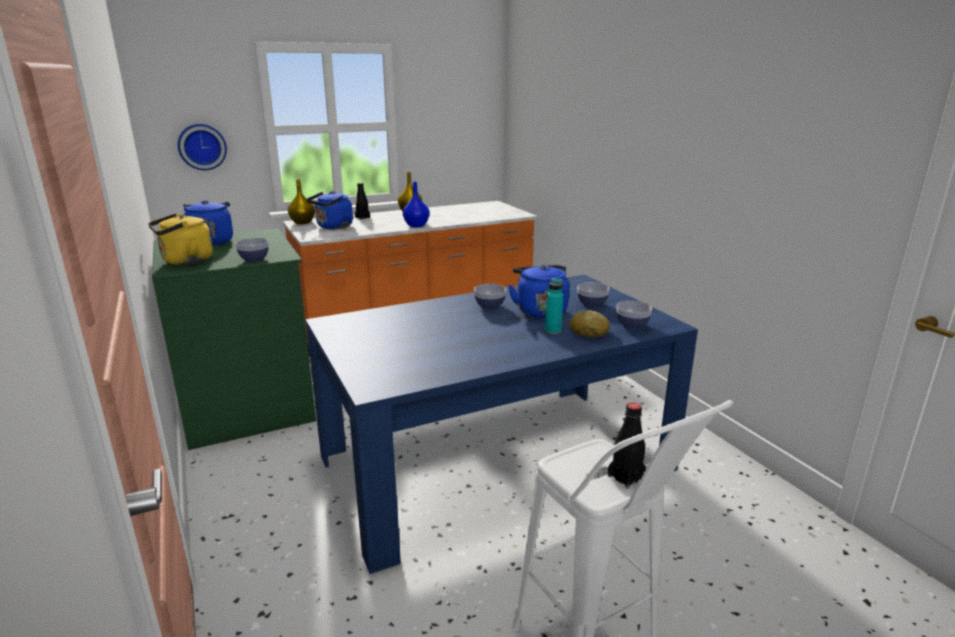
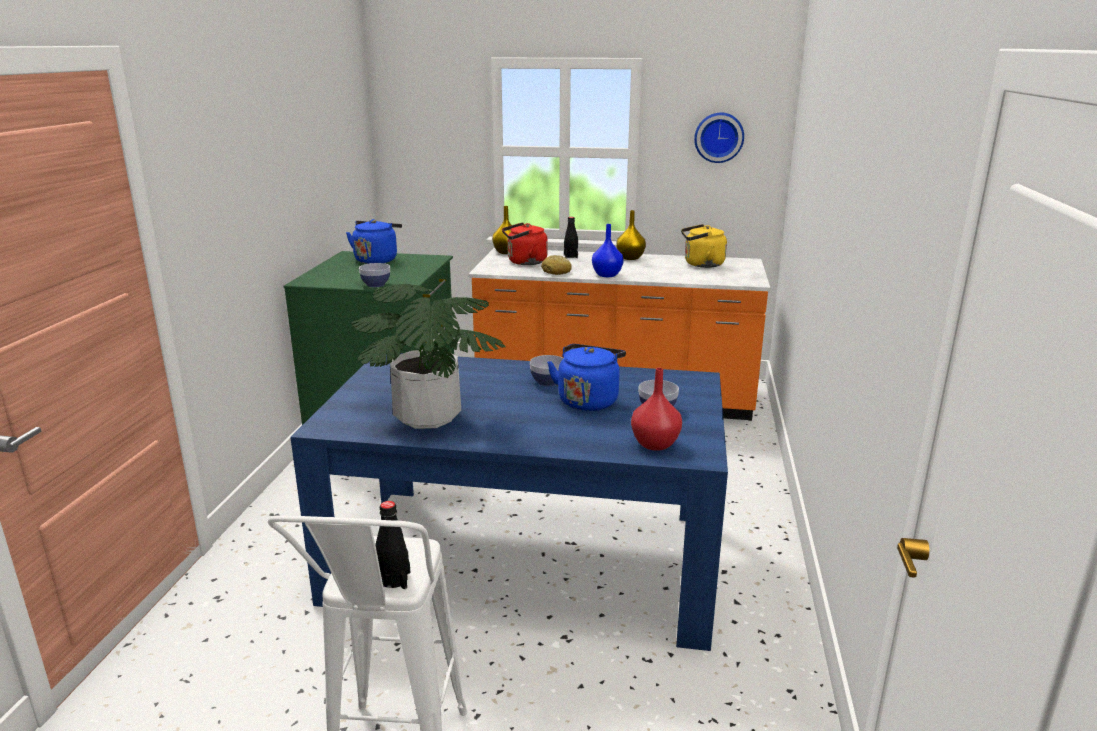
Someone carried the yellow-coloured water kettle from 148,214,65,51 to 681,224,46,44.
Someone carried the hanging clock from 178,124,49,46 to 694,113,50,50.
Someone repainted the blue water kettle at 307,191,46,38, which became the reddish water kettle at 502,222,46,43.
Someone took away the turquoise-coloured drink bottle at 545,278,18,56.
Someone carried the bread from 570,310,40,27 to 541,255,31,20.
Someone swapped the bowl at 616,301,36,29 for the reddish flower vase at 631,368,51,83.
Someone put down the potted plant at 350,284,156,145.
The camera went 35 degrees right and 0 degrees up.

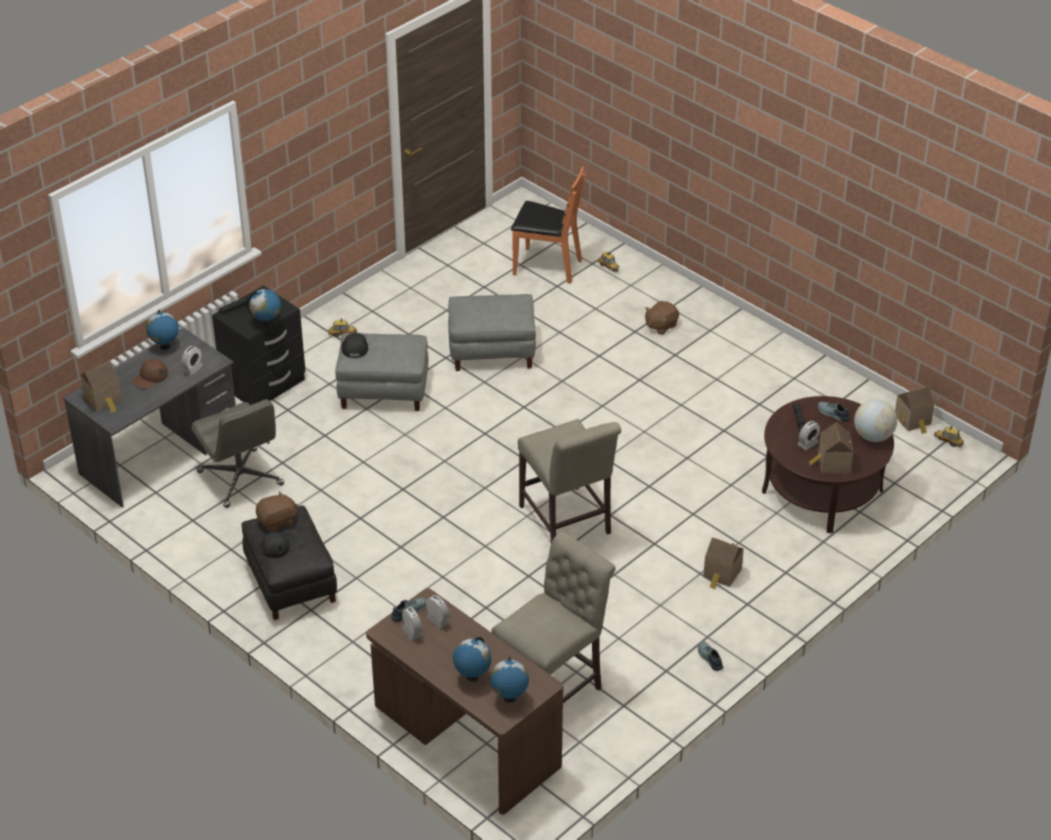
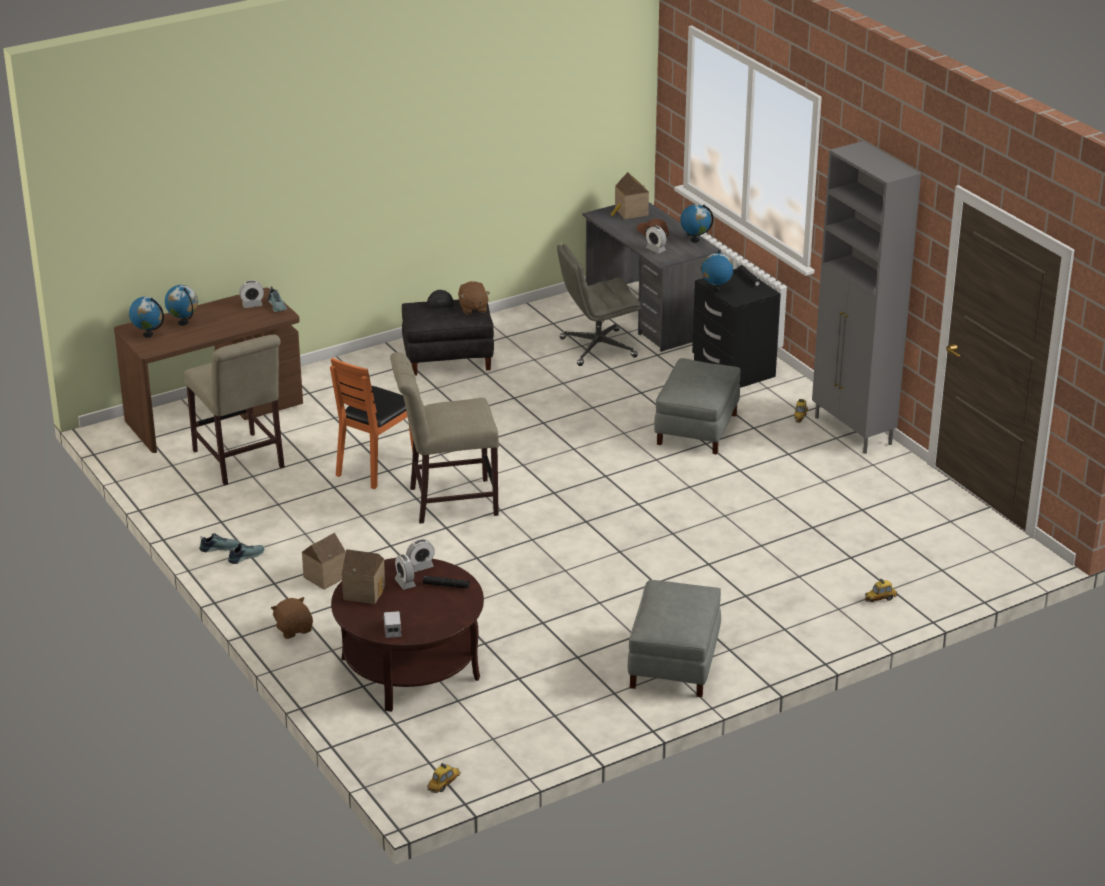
Someone took away the black-coloured cap at 341,333,27,25.
Someone carried the alarm clock from 426,595,24,33 to 406,539,29,33.
Someone carried the gray pouffe from 448,294,88,77 to 628,580,93,117.
Someone carried the orange plain chair from 511,167,74,117 to 330,358,83,131.
Someone carried the brown-coloured soft toy from 645,301,34,34 to 271,597,42,42.
Someone carried the item of footwear from 818,402,32,20 to 228,542,36,22.
Someone swapped the world globe at 854,399,43,43 for the toy lorry at 382,611,20,27.
Someone took away the model house at 895,386,40,48.
Someone put down the gray cupboard at 812,141,109,313.
The camera went 105 degrees right and 10 degrees down.

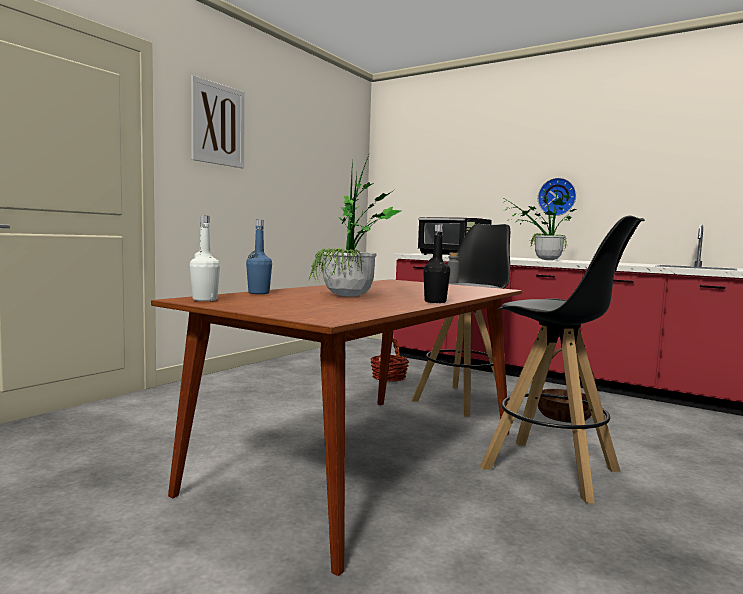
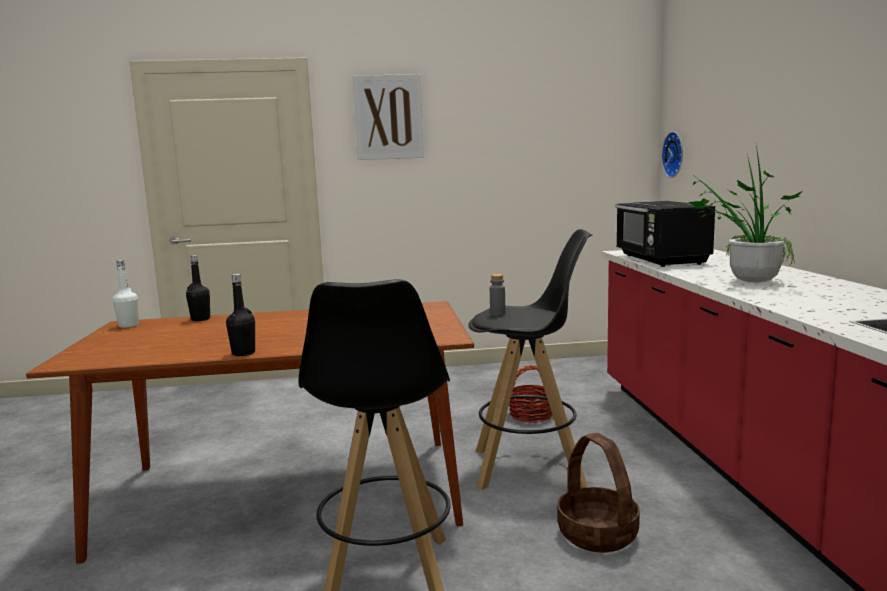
Someone repainted the blue drink bottle at 246,220,26,74, which became the black-coloured drink bottle at 186,255,24,66.
Someone took away the potted plant at 309,155,92,141.
Someone carried the hanging clock from 538,178,38,38 to 661,132,22,46.
The camera went 50 degrees right and 5 degrees up.

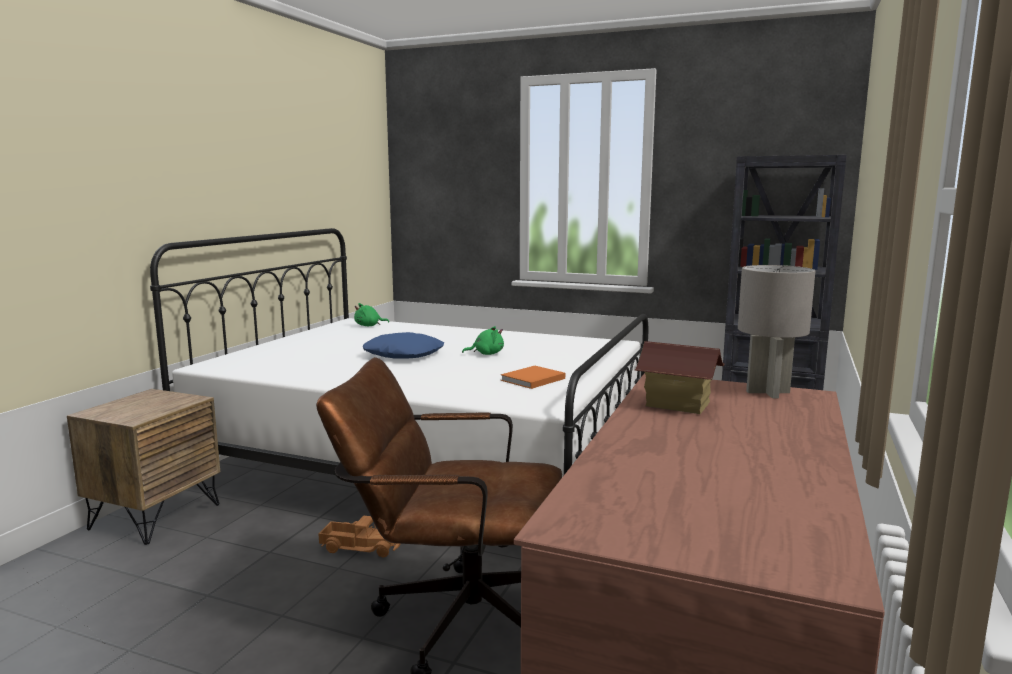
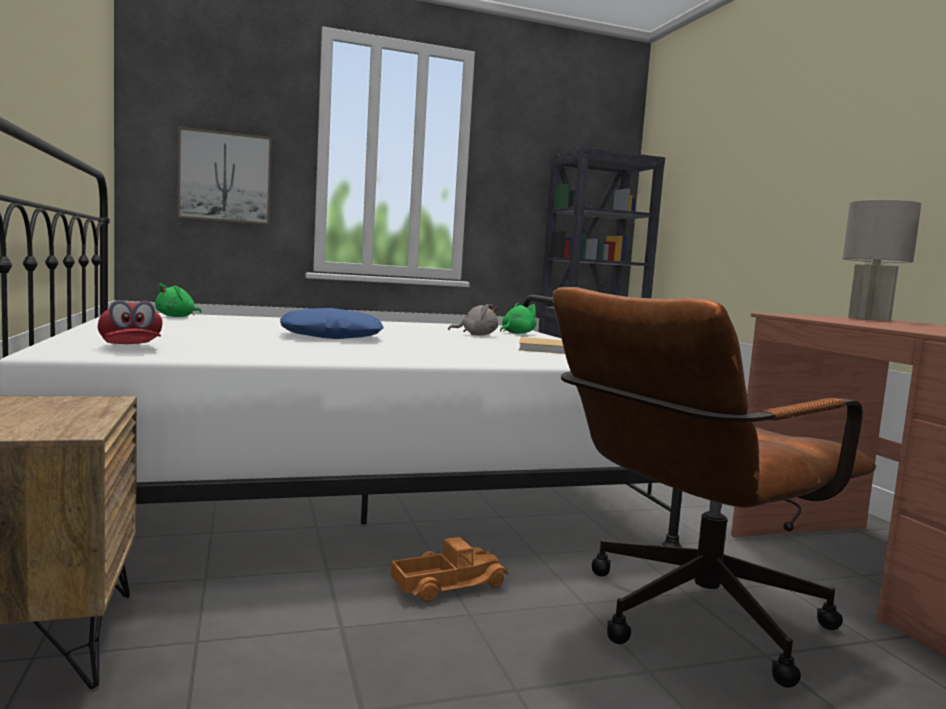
Someone carried the green-coloured soft toy from 462,326,42,29 to 500,303,36,31.
Someone repainted the orange bound book at 501,366,64,23, which became the beige bound book at 519,337,46,17.
Someone took away the model house at 635,341,90,73.
Someone put down the reddish cap at 98,300,64,44.
Someone put up the wall picture at 177,127,94,98.
Someone put down the gray soft toy at 448,304,50,31.
The camera went 40 degrees left and 5 degrees down.

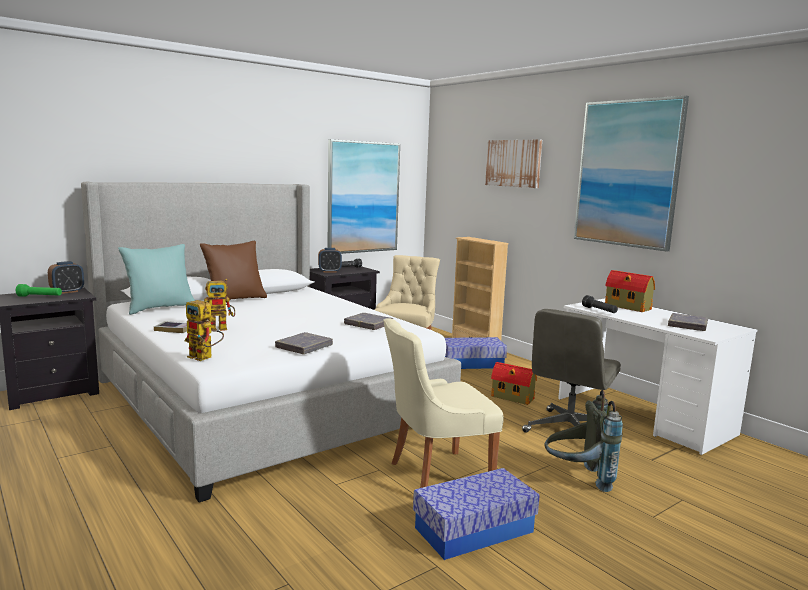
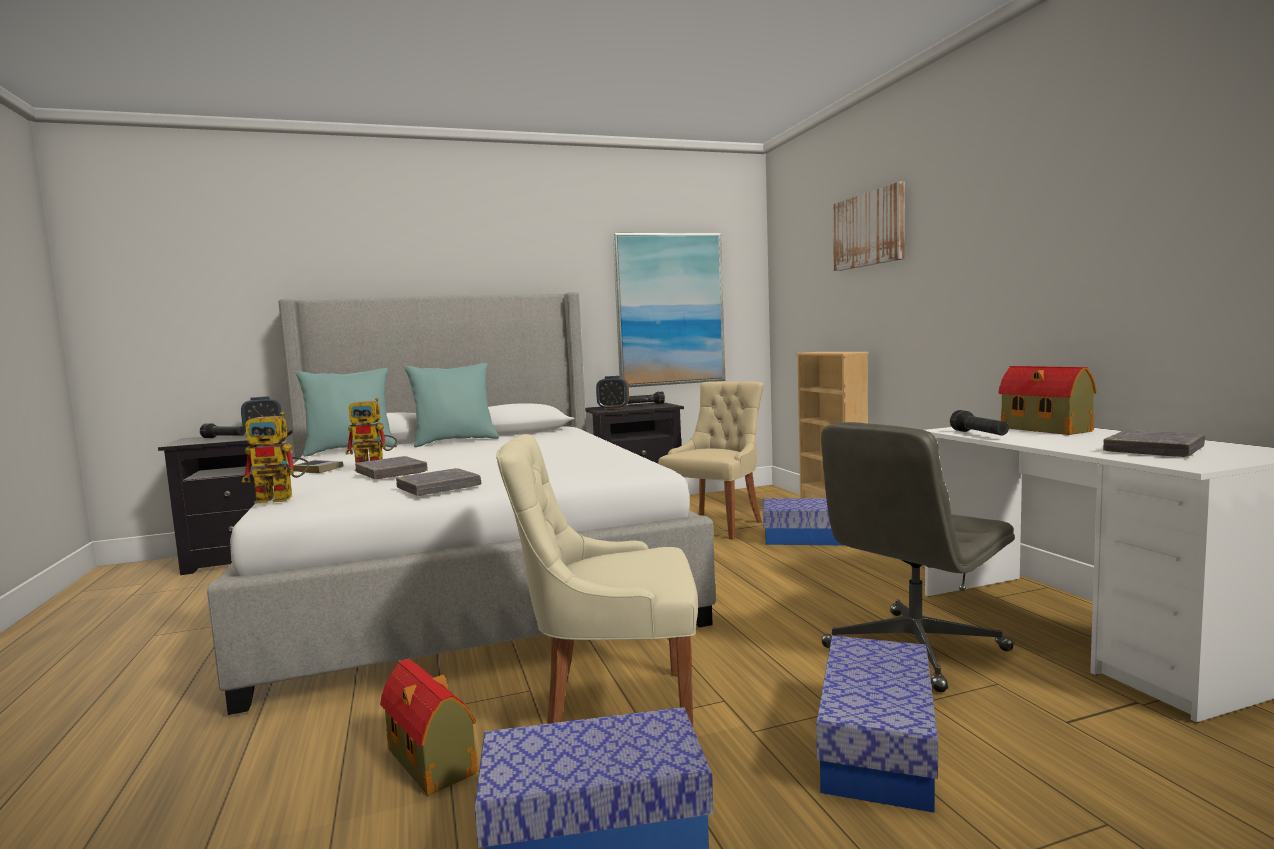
Someone repainted the green-coloured flashlight at 16,284,46,13, which became the black-coloured flashlight at 200,423,46,15.
Someone rotated the model robot at 185,300,39,61 by 60 degrees counterclockwise.
Someone repainted the brown-coloured cushion at 200,241,67,59, which became the turquoise-coloured cushion at 405,363,94,84.
Someone carried the gray bound book from 344,313,49,17 to 355,456,73,23.
Someone carried the model house from 491,362,46,43 to 380,659,98,137.
Someone swapped the gray backpack at 544,390,79,102 for the storage container at 816,635,122,178.
Someone took away the wall picture at 574,95,115,157.
The camera went 20 degrees right and 5 degrees down.

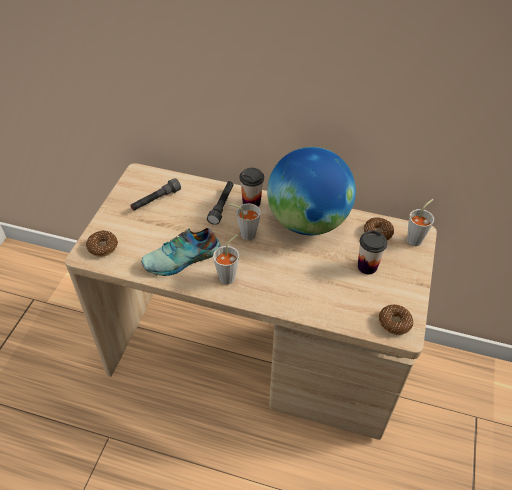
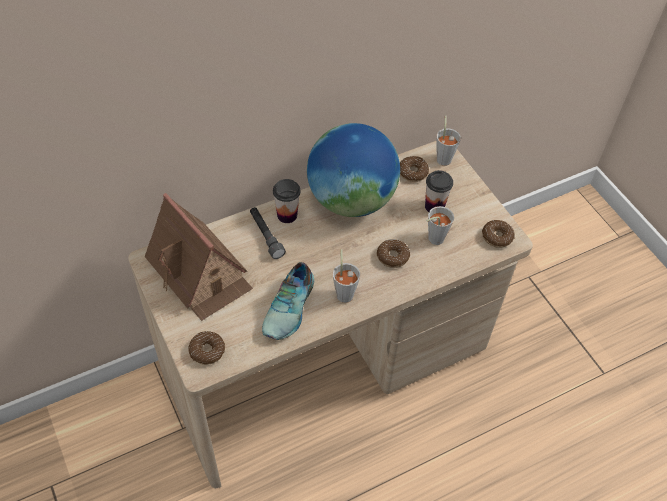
Someone swapped the gray flashlight at 130,178,51,33 for the model house at 145,193,108,128.
Someone carried the gray drinking cup from 228,203,33,37 to 426,206,28,39.
Someone put down the ring doughnut at 377,239,33,29.
The camera went 45 degrees left and 5 degrees up.

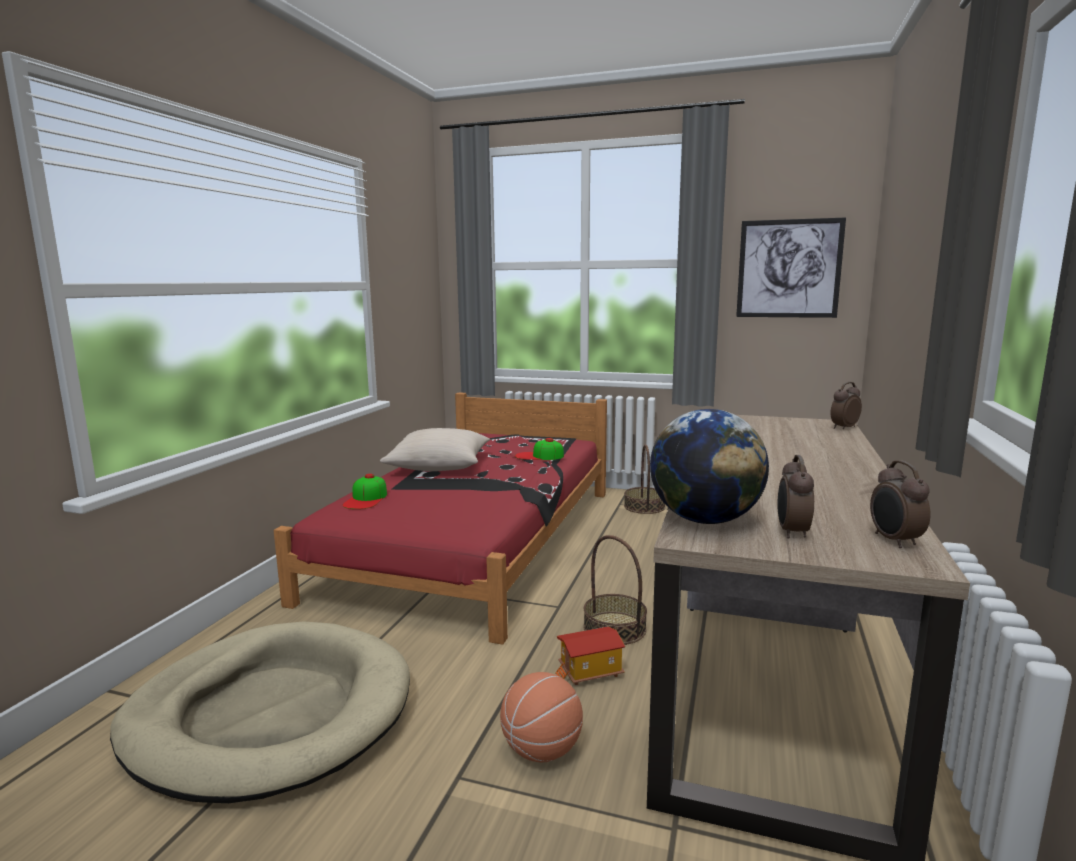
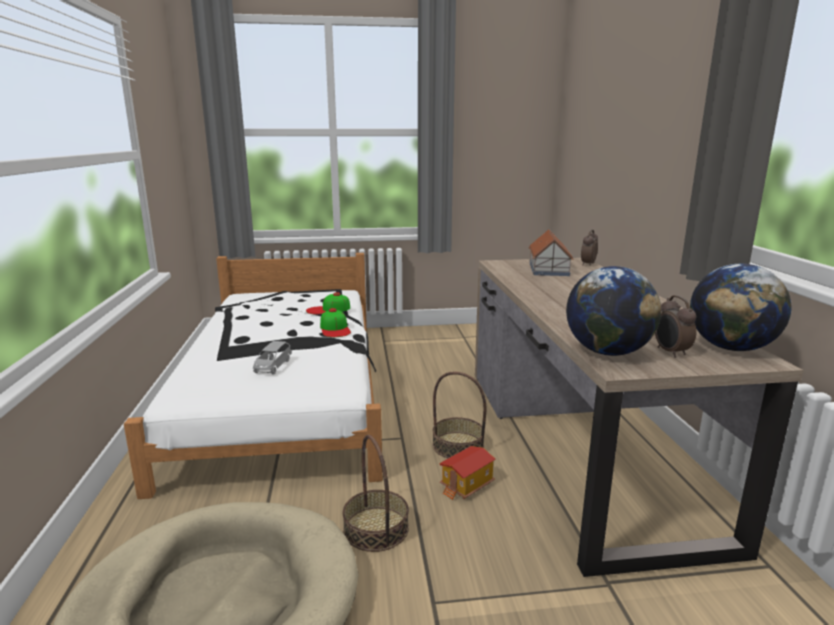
Someone repainted the reddish bed at 274,392,333,253, which became the whitish bed at 124,253,259,246.
Someone carried the cap from 343,474,44,35 to 320,308,31,29.
Someone took away the beige cushion at 380,428,110,43.
Someone took away the basketball at 500,672,83,90.
Someone carried the storage basket from 624,445,41,69 to 342,435,67,117.
Someone took away the wall picture at 736,218,110,100.
Someone swapped the alarm clock at 870,460,61,88 for the world globe at 690,264,101,87.
Someone put down the gray toy car at 253,341,39,34.
Someone put down the model house at 529,229,45,47.
The camera went 25 degrees left and 5 degrees up.

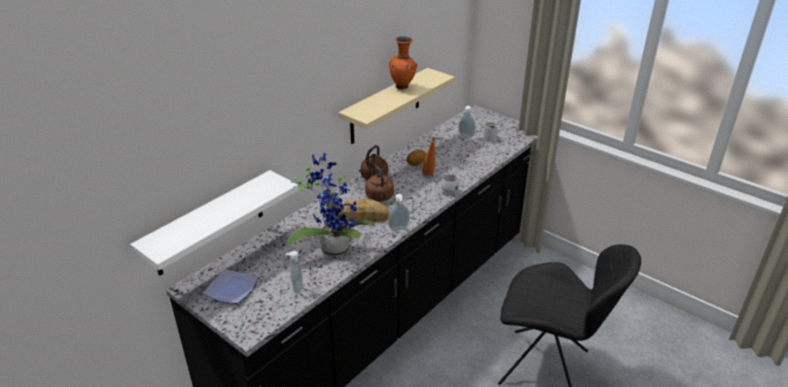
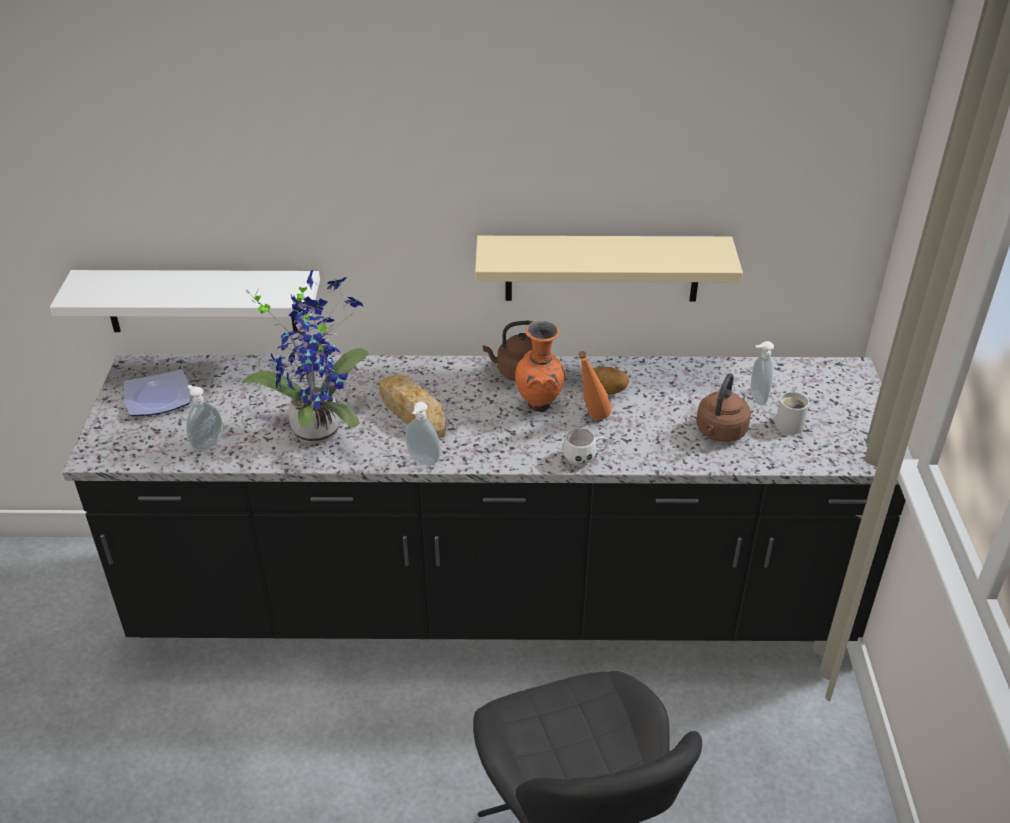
Someone carried the brown-coloured water kettle from 365,164,29,37 to 696,373,55,69.
Someone carried the orange flower vase from 389,36,28,54 to 515,321,50,91.
The camera went 50 degrees right and 5 degrees up.

